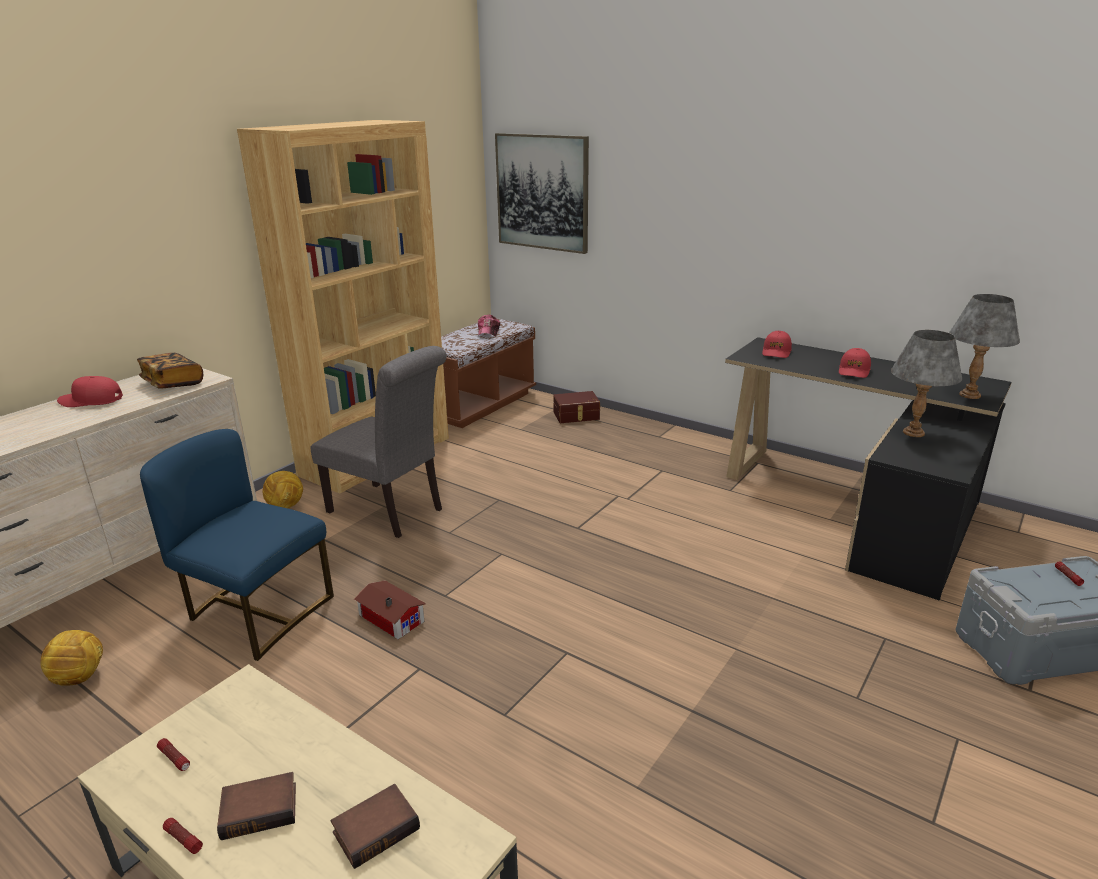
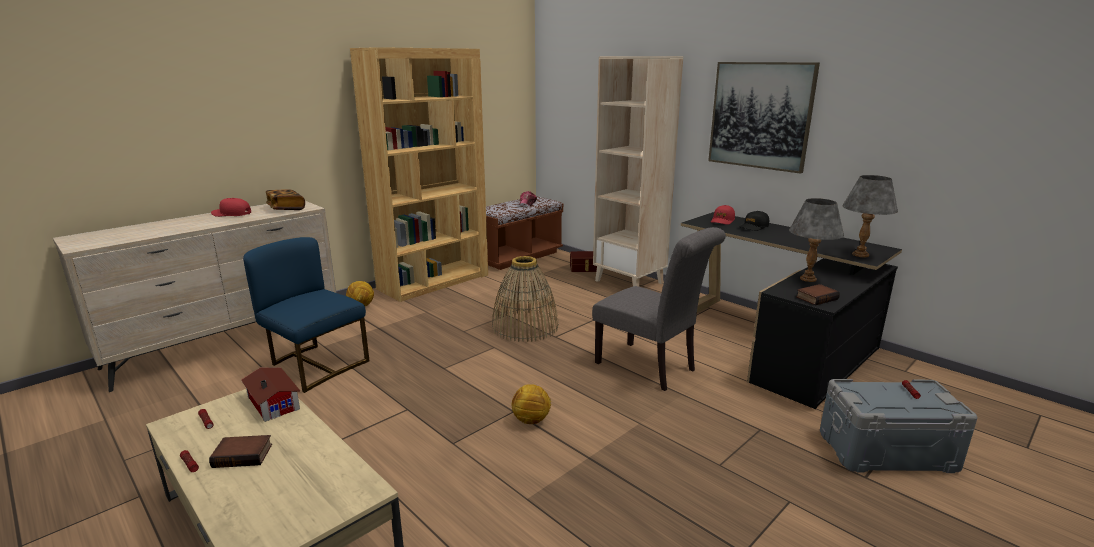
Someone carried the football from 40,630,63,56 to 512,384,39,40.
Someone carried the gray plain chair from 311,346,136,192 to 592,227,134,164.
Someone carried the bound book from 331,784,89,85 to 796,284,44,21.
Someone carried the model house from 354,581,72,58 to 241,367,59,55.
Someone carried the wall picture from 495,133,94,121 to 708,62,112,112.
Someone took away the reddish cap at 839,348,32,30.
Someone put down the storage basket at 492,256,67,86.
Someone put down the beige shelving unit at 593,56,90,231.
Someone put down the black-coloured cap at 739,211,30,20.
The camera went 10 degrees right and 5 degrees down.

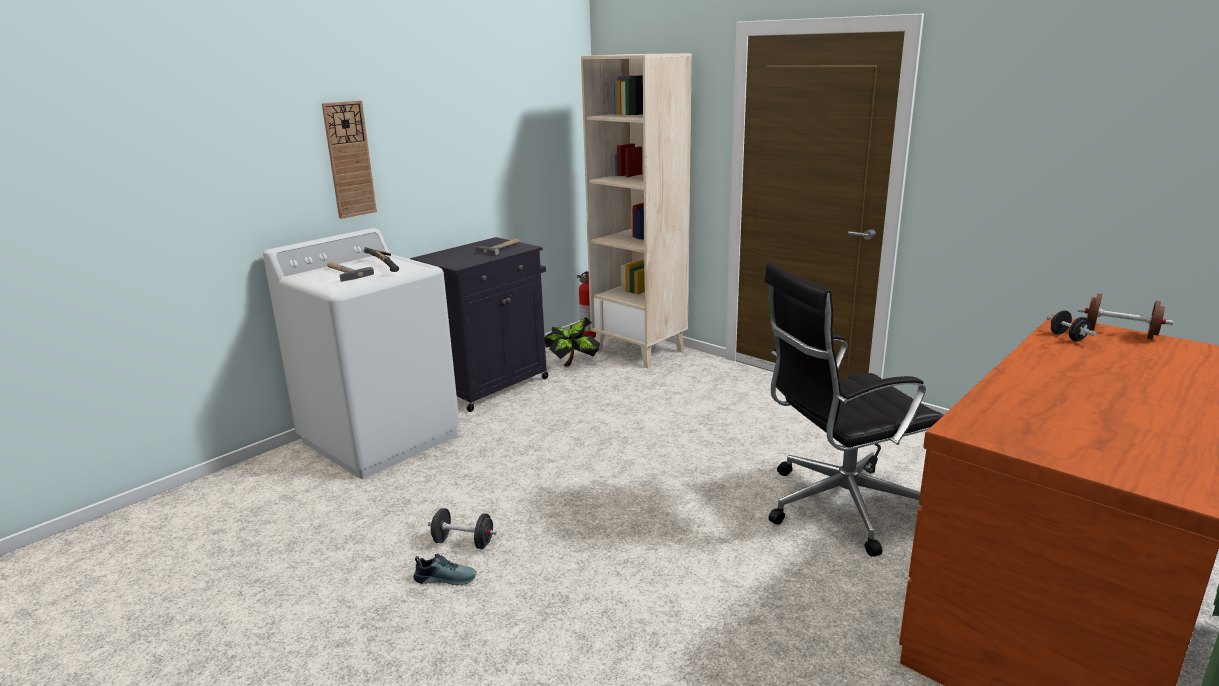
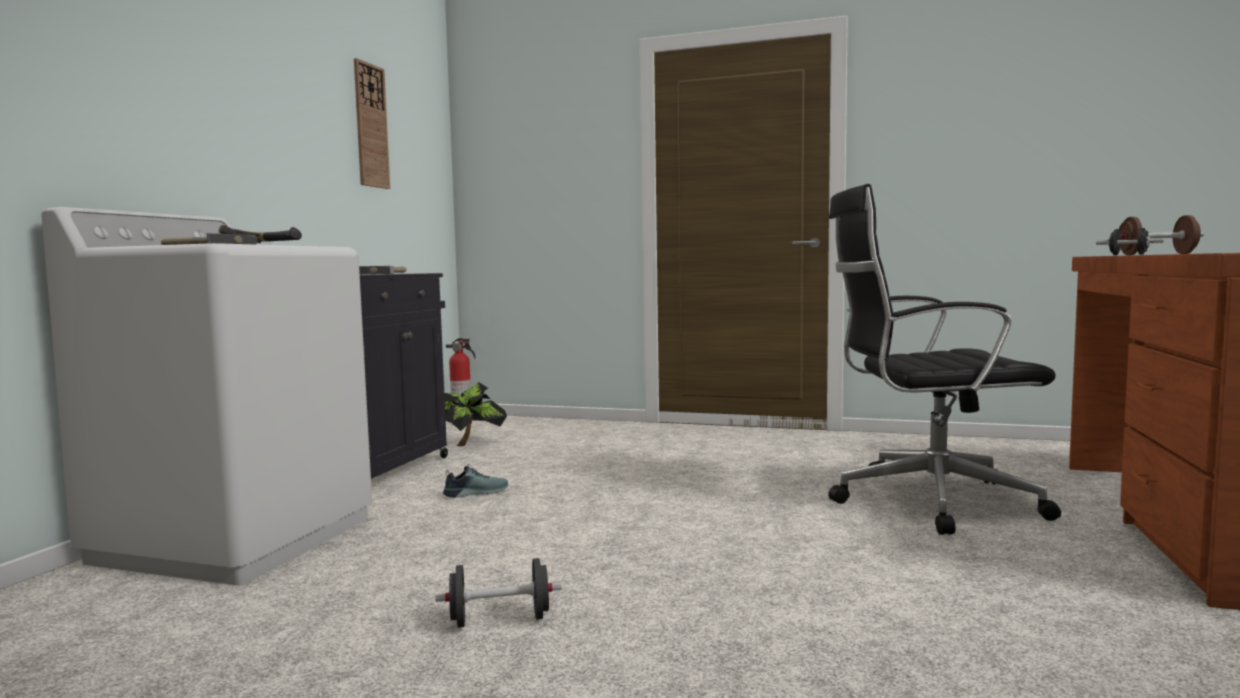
Someone carried the hanging clock from 322,100,55,119 to 354,58,36,131.
Someone carried the item of footwear from 414,553,63,32 to 443,464,65,34.
Someone took away the beige shelving unit at 581,53,111,315.
Someone rotated the black-coloured office chair at 764,262,179,295 by 45 degrees clockwise.
The camera went 25 degrees left and 15 degrees down.

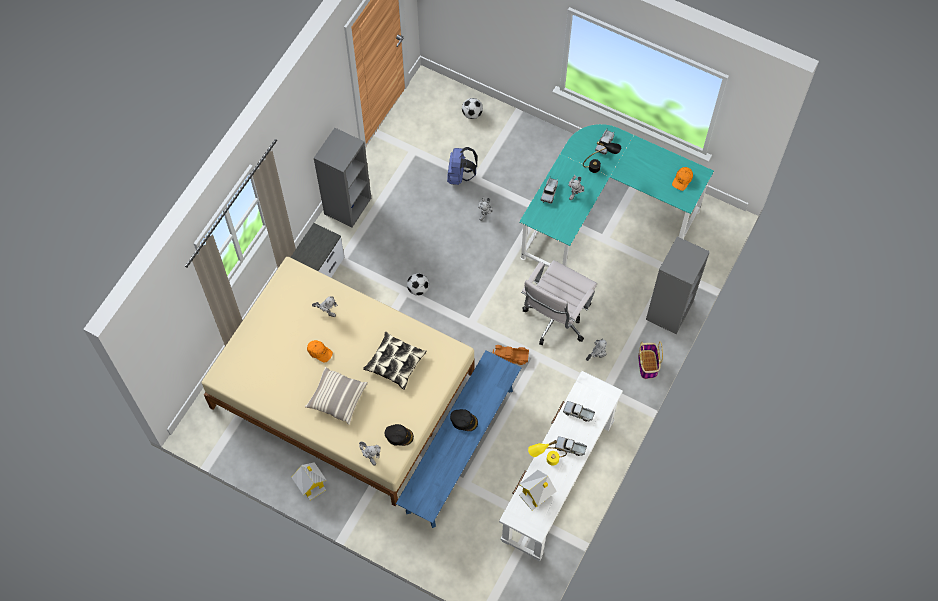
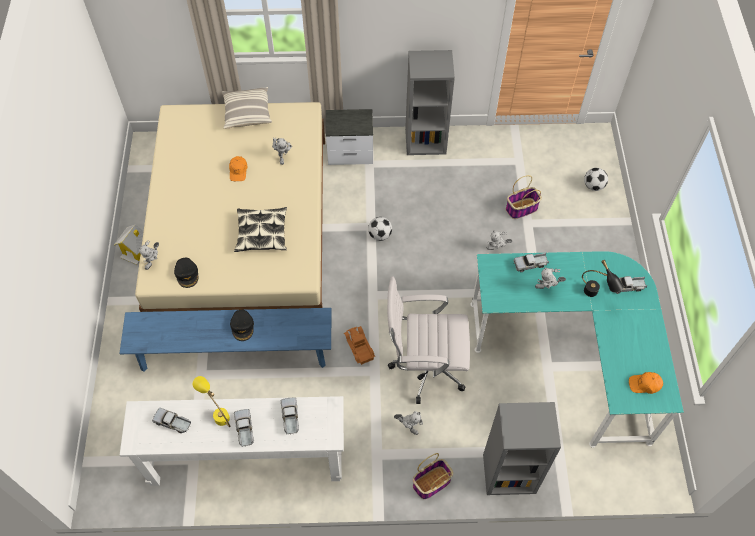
Someone carried the cushion from 305,367,63,58 to 222,87,50,42.
Someone swapped the blue backpack at 447,147,31,38 for the storage basket at 505,175,37,44.
Someone swapped the model house at 519,470,38,40 for the toy lorry at 152,408,39,25.
The camera went 60 degrees right and 5 degrees down.

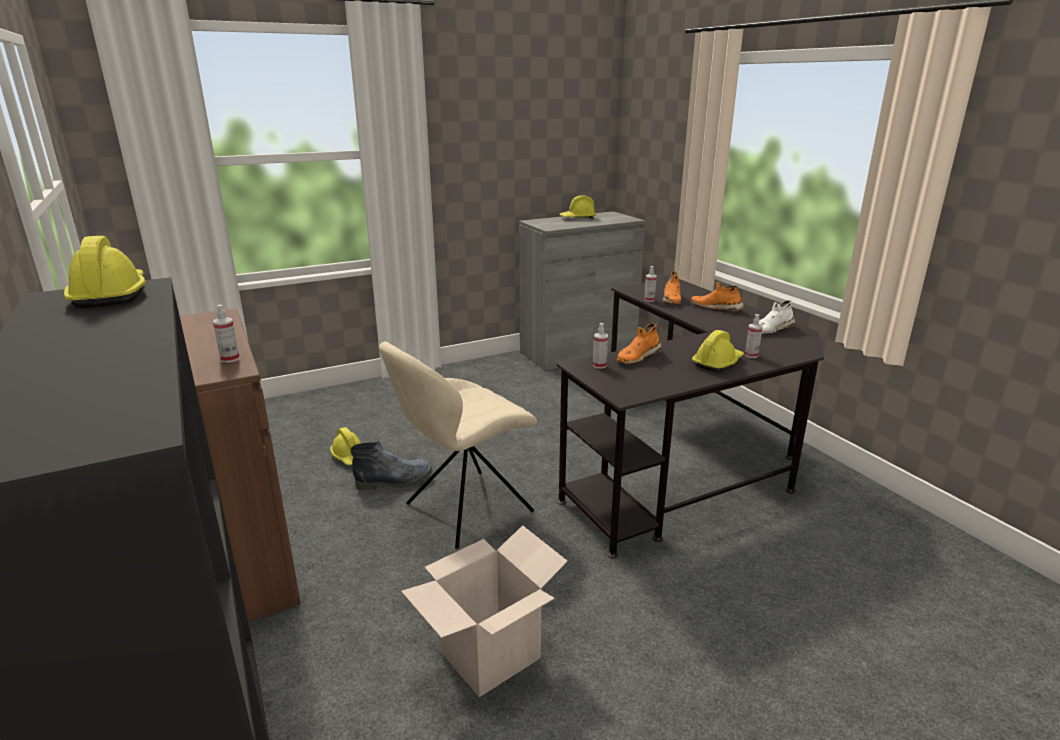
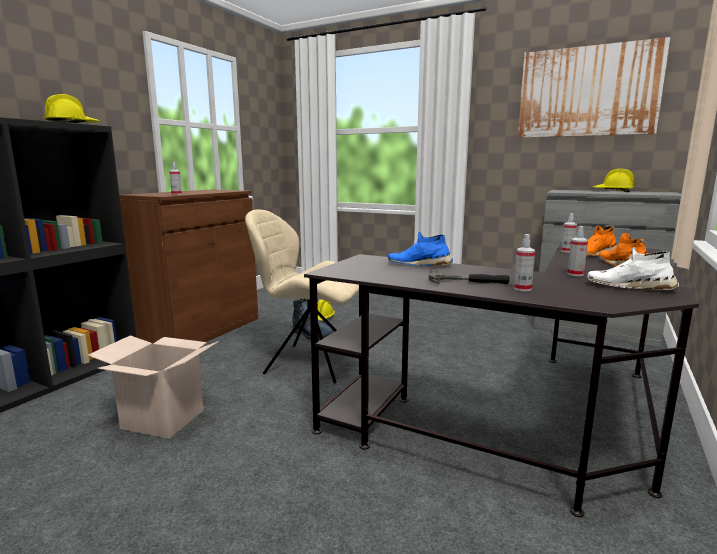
Someone carried the hand sprayer from 593,323,15,46 to 567,226,21,50.
Someone repainted the orange item of footwear at 617,323,45,41, which became the blue item of footwear at 388,232,65,34.
Someone swapped the yellow-coloured work helmet at 692,330,52,42 for the tool hammer at 429,270,81,14.
Someone put up the wall picture at 518,37,153,101.
The camera went 55 degrees right and 10 degrees down.

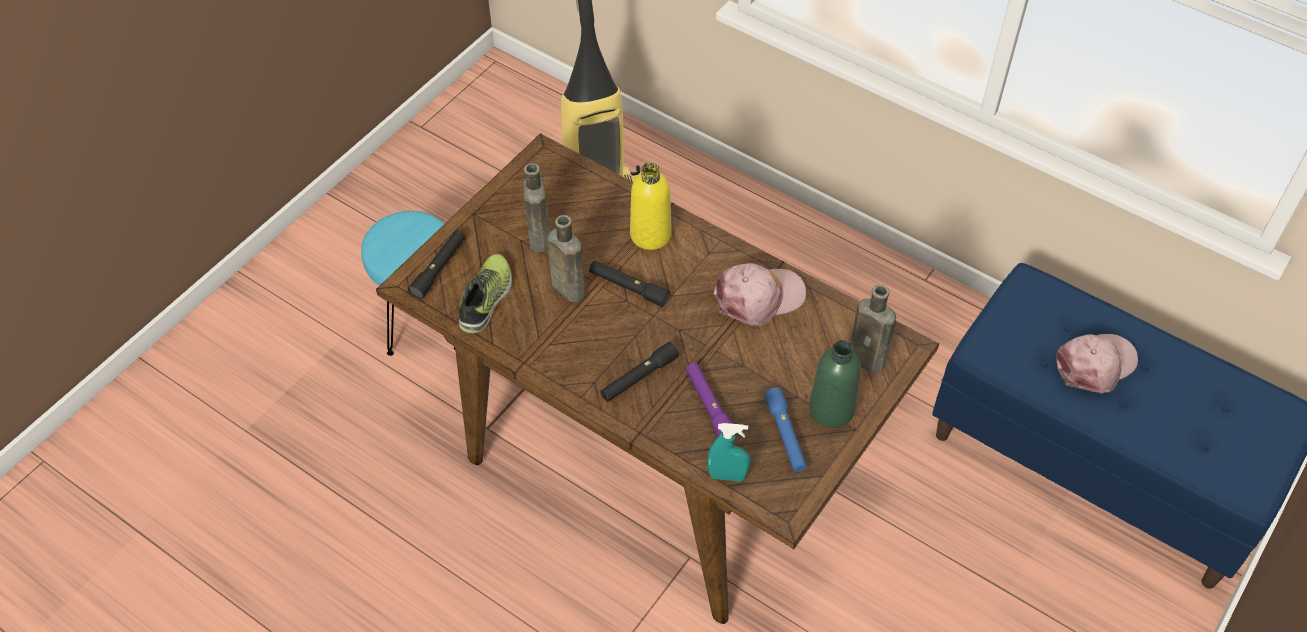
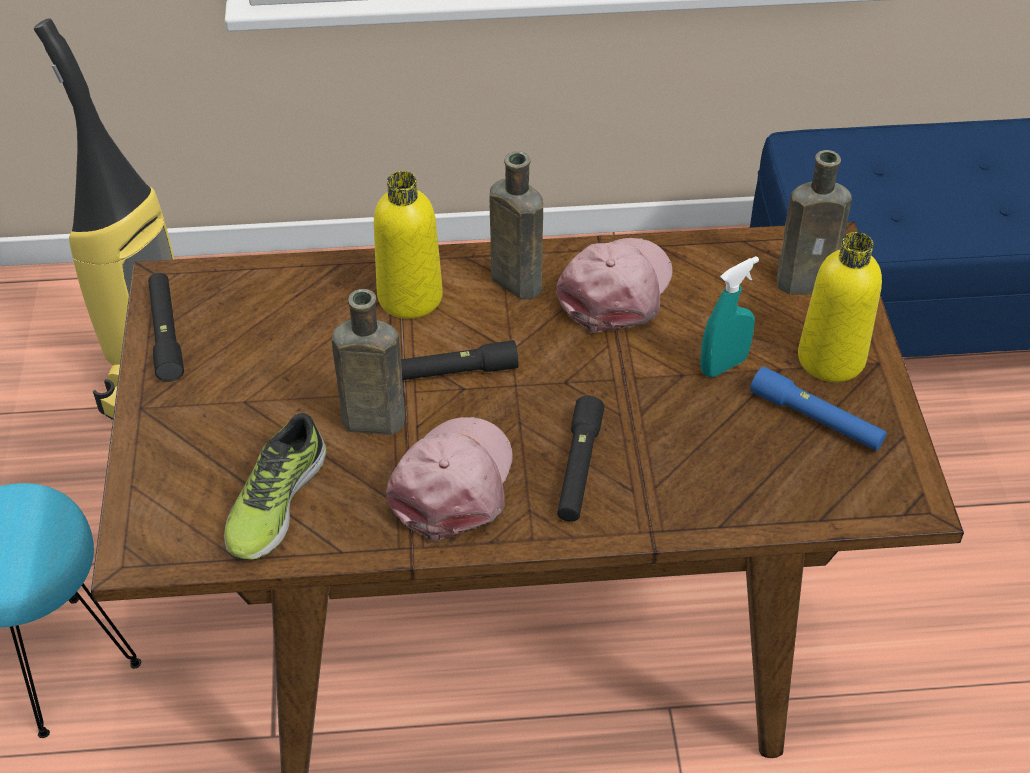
Someone carried the black-coloured flashlight from 408,230,57,69 to 148,273,36,109.
Someone rotated the item of footwear at 459,254,53,80 by 135 degrees counterclockwise.
Someone carried the brown-coloured drink bottle from 523,163,27,89 to 490,151,53,148.
Someone took away the purple-coloured flashlight at 686,363,51,74.
Someone carried the turquoise-coloured hand sprayer from 707,423,43,58 to 700,256,59,121.
Someone repainted the green-coloured drink bottle at 809,340,52,88, which became the yellow-coloured drink bottle at 798,232,84,150.
Someone carried the pinkish cap from 1056,334,82,60 to 386,417,127,125.
The camera went 40 degrees left and 5 degrees down.

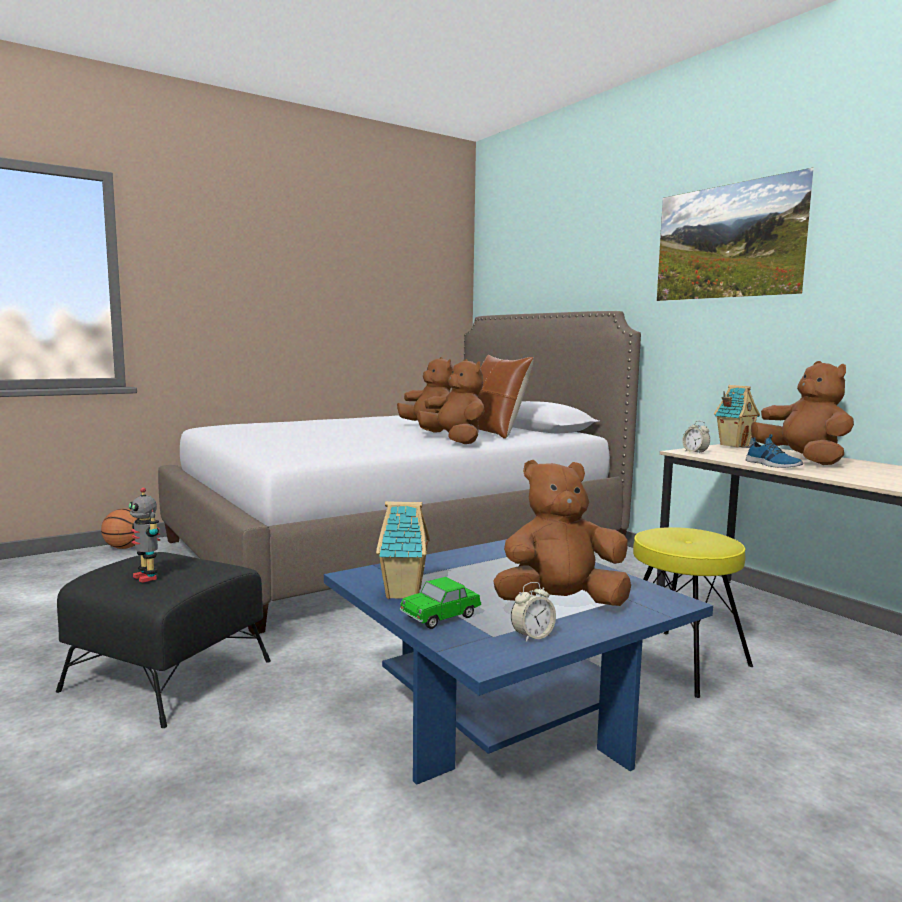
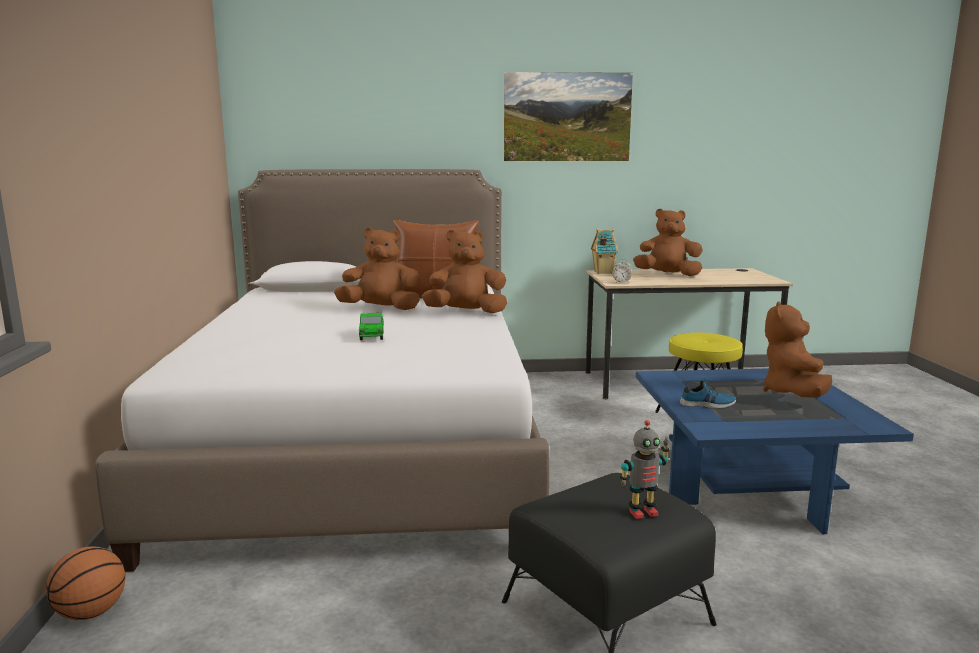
Someone took away the model house at 376,501,54,98.
Someone carried the toy car from 400,577,81,52 to 359,313,25,27.
Someone took away the alarm clock at 511,582,45,60.
Someone carried the item of footwear from 746,434,57,34 to 680,377,56,31.
The camera went 60 degrees left and 5 degrees up.

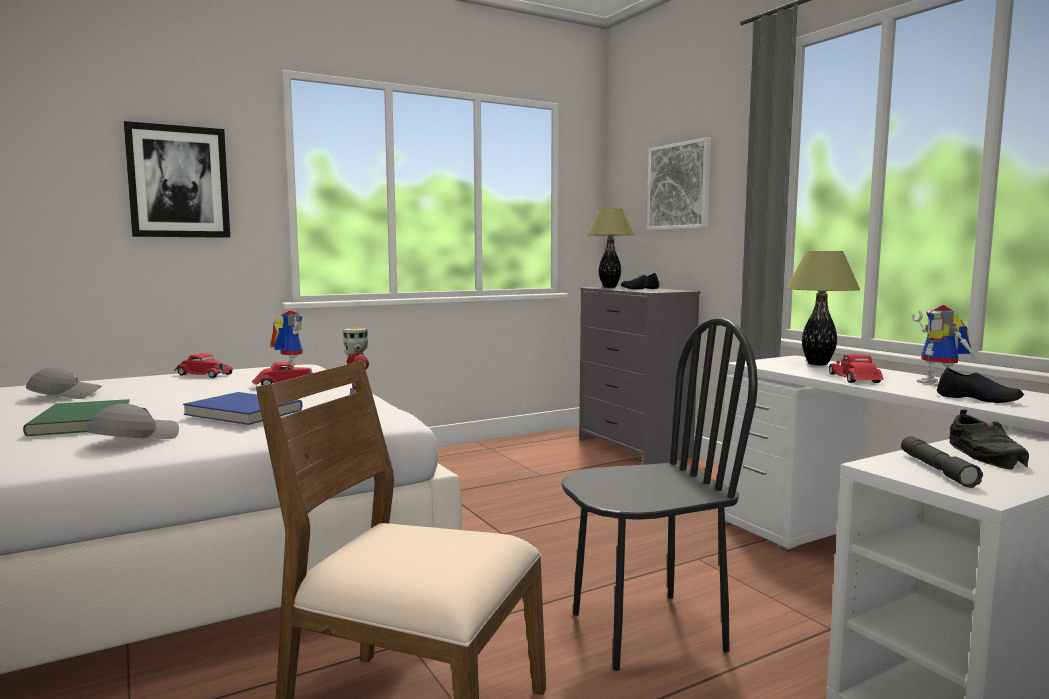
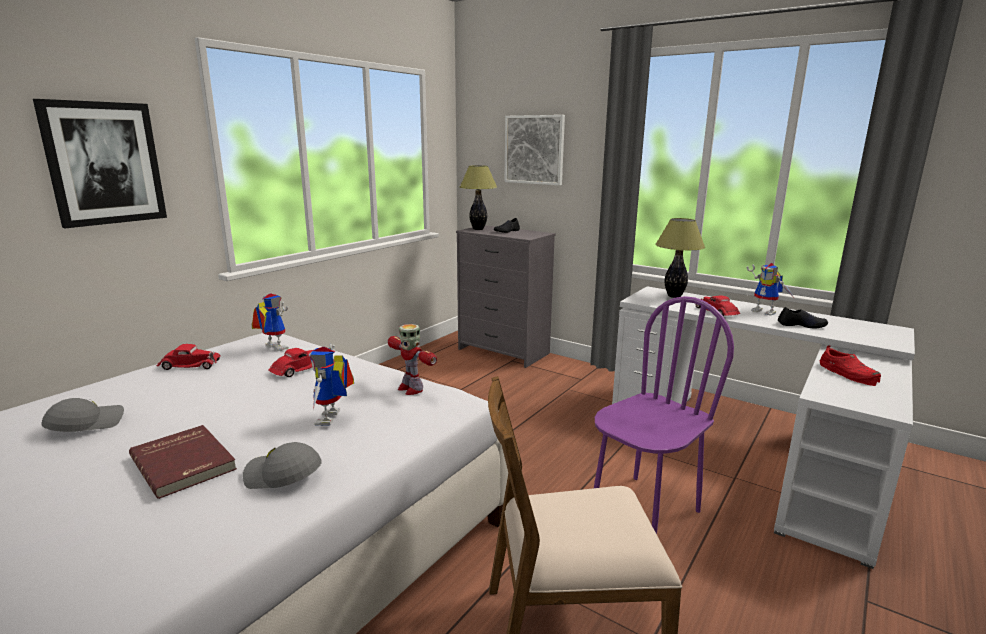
Someone repainted the green-coloured bound book at 23,399,107,37, which became the reddish bound book at 129,425,108,74.
Someone rotated the gray cap at 87,404,92,35 by 75 degrees counterclockwise.
Someone swapped the blue bound book at 183,392,119,33 for the model robot at 309,344,45,82.
Someone repainted the black-coloured plain chair at 562,317,196,354, which became the purple-coloured plain chair at 594,296,140,238.
Someone took away the gray flashlight at 901,436,82,52.
Someone repainted the black-coloured item of footwear at 949,409,80,61, which became the reddish item of footwear at 820,345,61,41.
The camera went 25 degrees left and 10 degrees up.

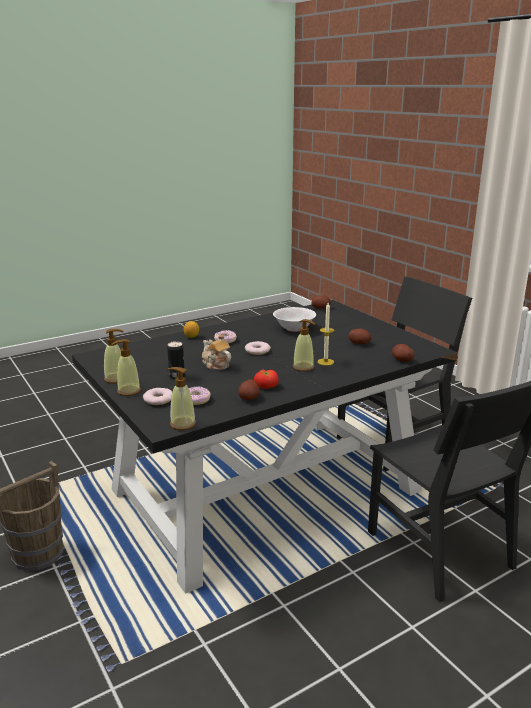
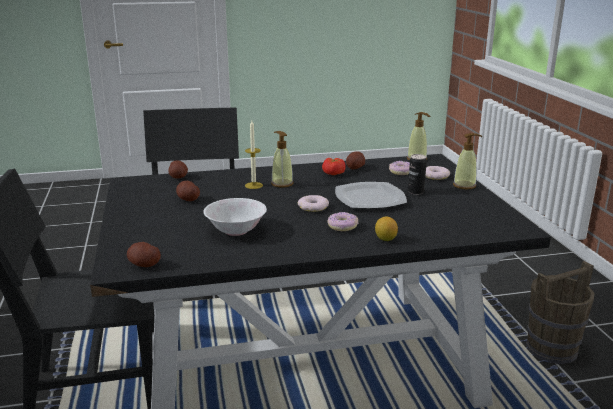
Someone took away the soap dispenser at 104,329,19,54.
Someone swapped the tea pot at 202,333,29,37 for the flat dish at 335,182,72,27.
The camera went 160 degrees left and 0 degrees up.

